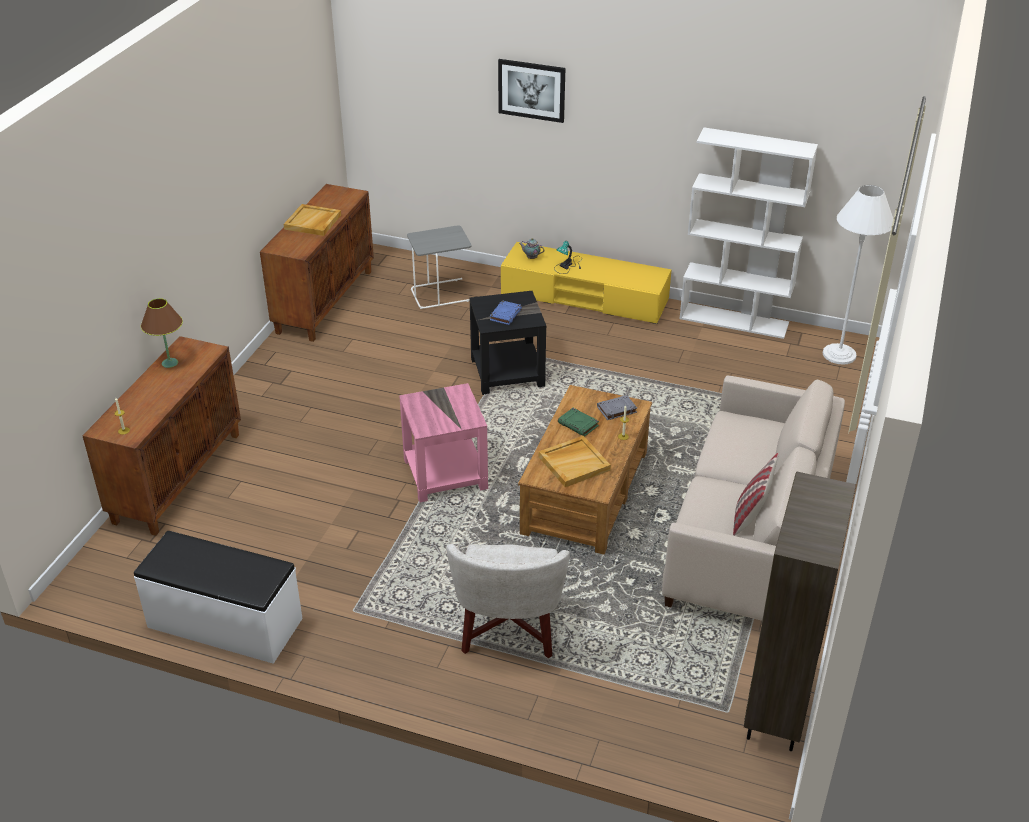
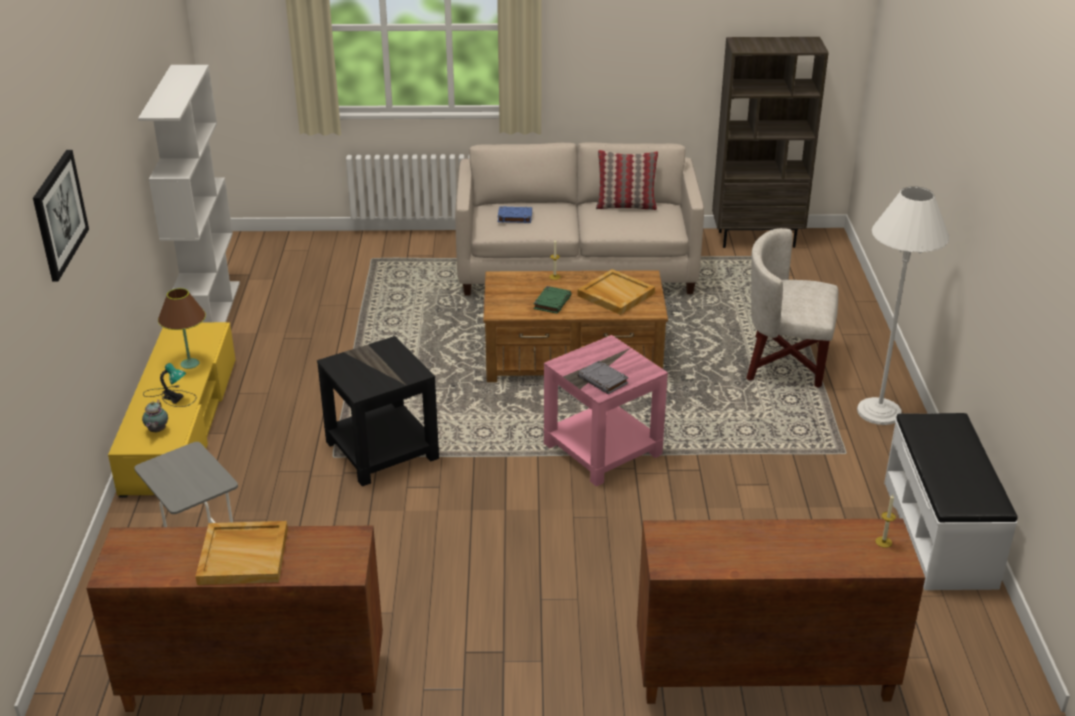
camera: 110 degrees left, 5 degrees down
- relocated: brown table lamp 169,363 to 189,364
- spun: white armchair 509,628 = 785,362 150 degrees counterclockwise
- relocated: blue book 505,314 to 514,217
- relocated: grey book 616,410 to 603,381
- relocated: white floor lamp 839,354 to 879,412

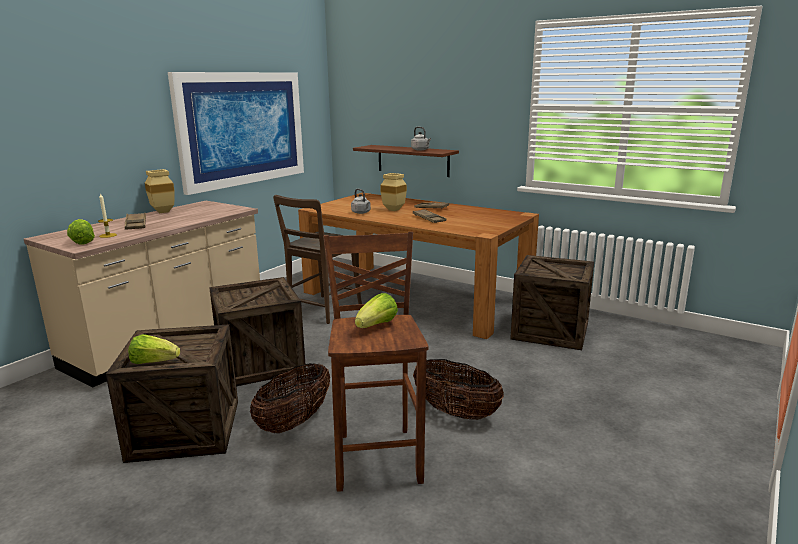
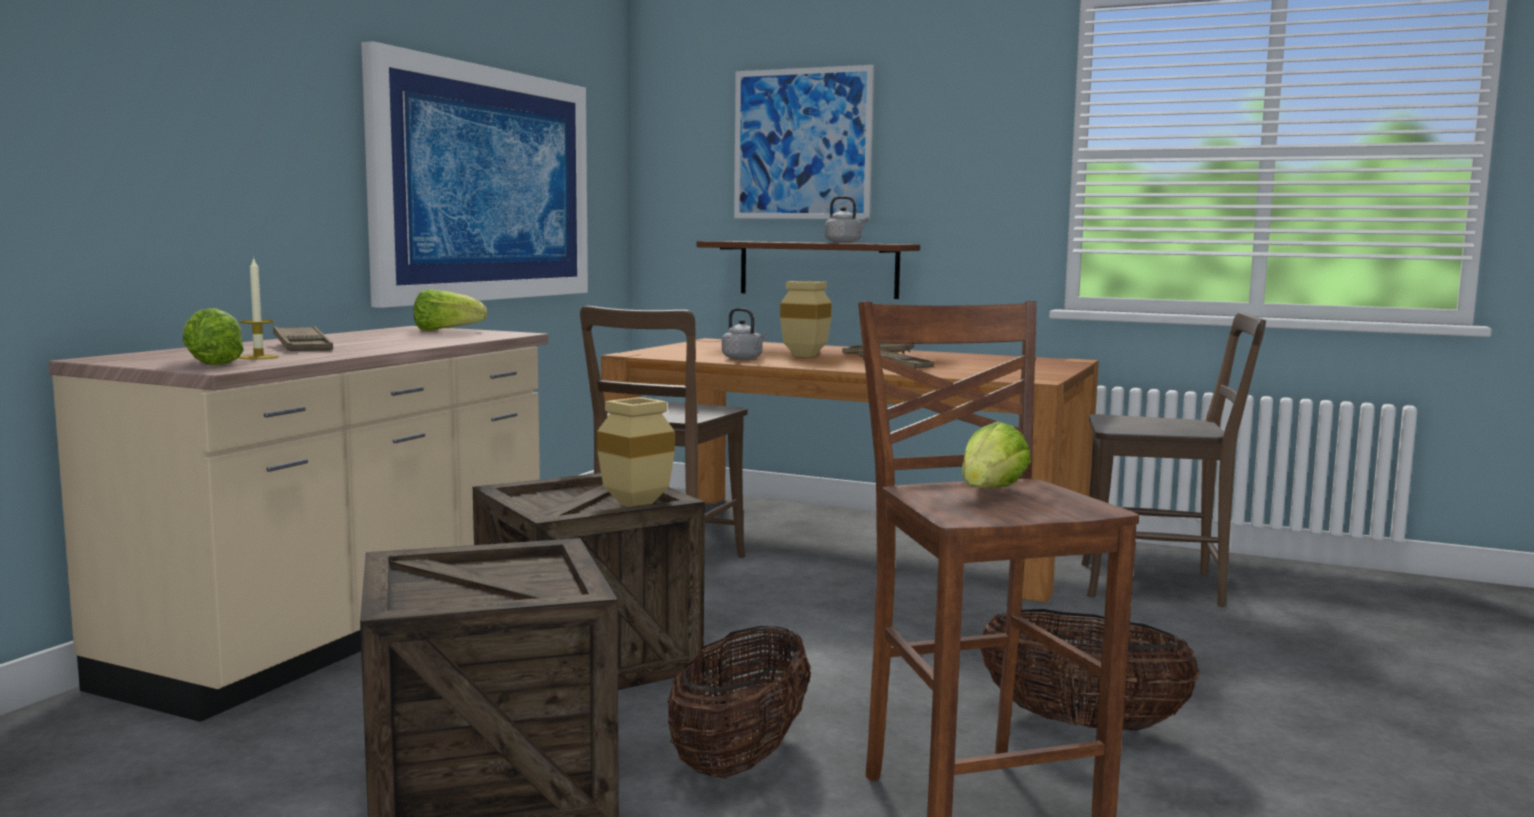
camera: 10 degrees left, 10 degrees down
- relocated: lettuce 154,362 to 446,331
- relocated: beige vase 164,211 to 637,504
- exchanged: crate 550,331 to brown chair 1160,585
- appeared: picture 802,144

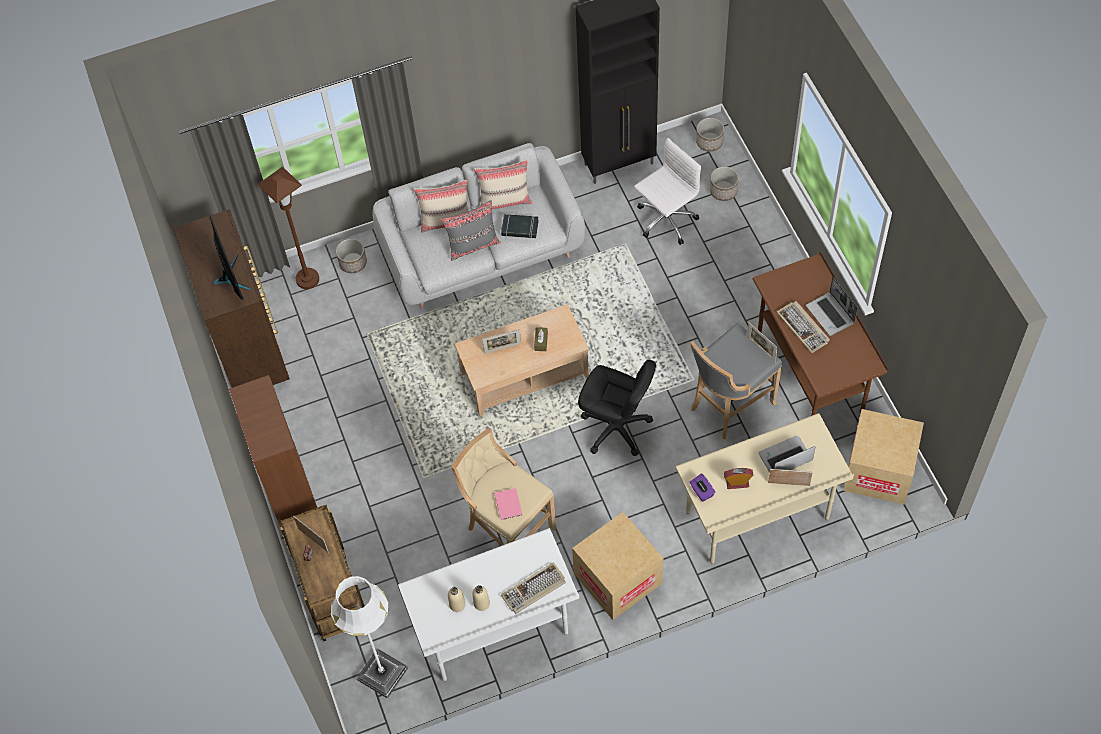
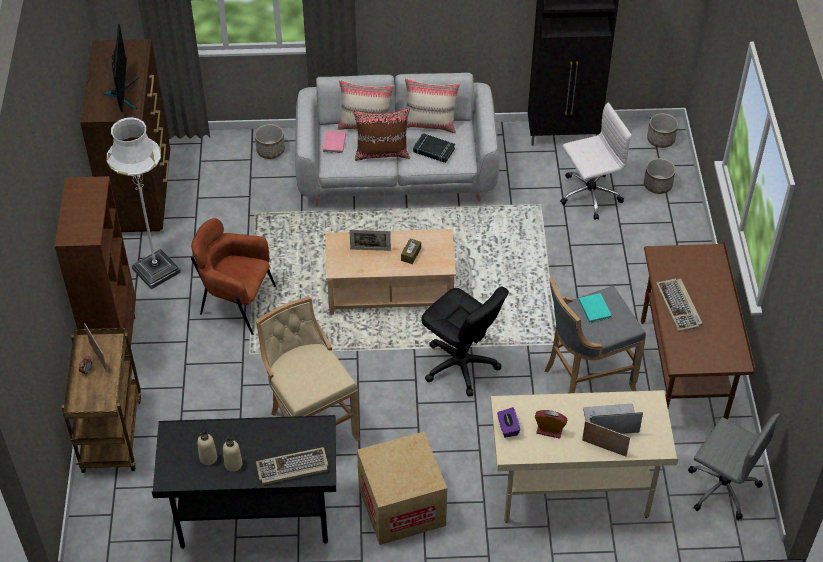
camera: 15 degrees right, 10 degrees down
- missing: brown floor lamp 307,279
- relocated: white floor lamp 382,673 to 156,270
- colour: white desk 495,631 to black desk 255,517
- colour: grey pillow 473,245 to brown pillow 382,153
- relocated: pink book 508,505 to 333,143
- missing: picture frame 761,349
- missing: laptop 830,315
- exchanged: cardboard box 879,471 to grey office chair 721,487
- appeared: brown armchair 236,303
- appeared: turquoise book 595,308

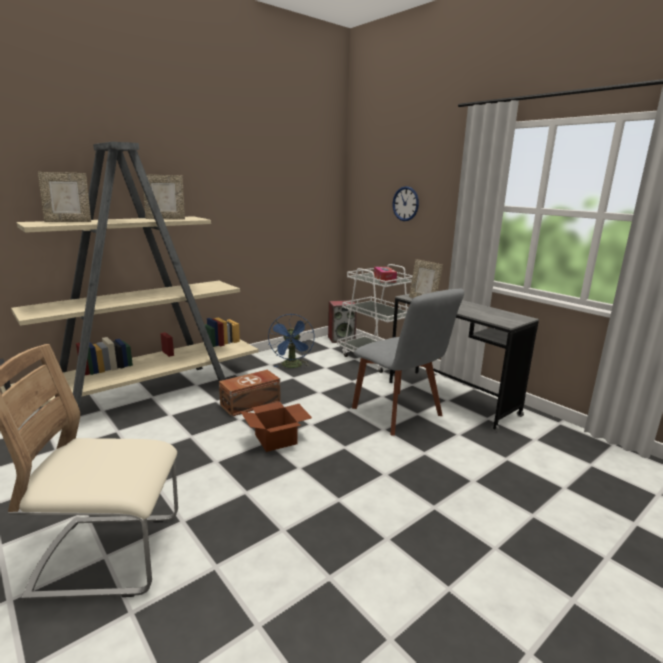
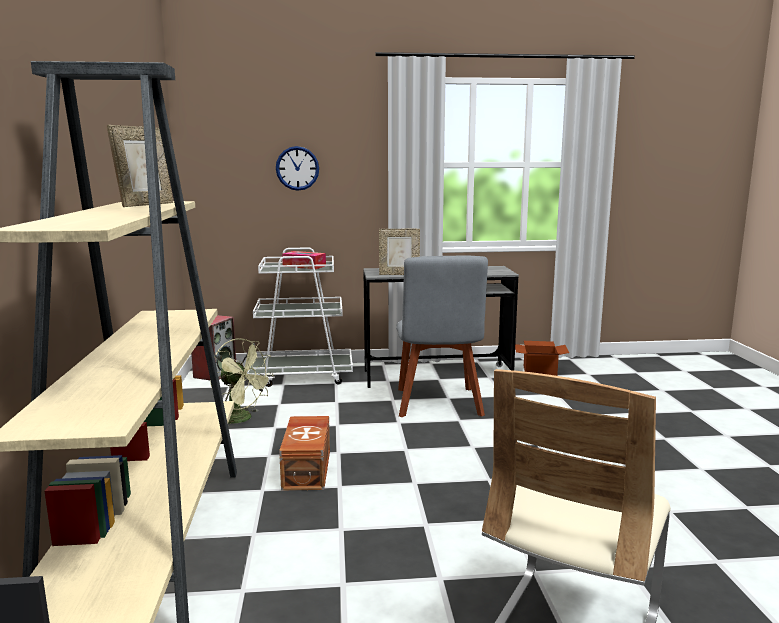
camera: 55 degrees left, 5 degrees down
- missing: picture frame 69,221
- relocated: cardboard box 277,439 to 540,371
- colour: blue fan 292,366 to green fan 242,419
- spun: grey chair 399,414 = 438,404 90 degrees clockwise

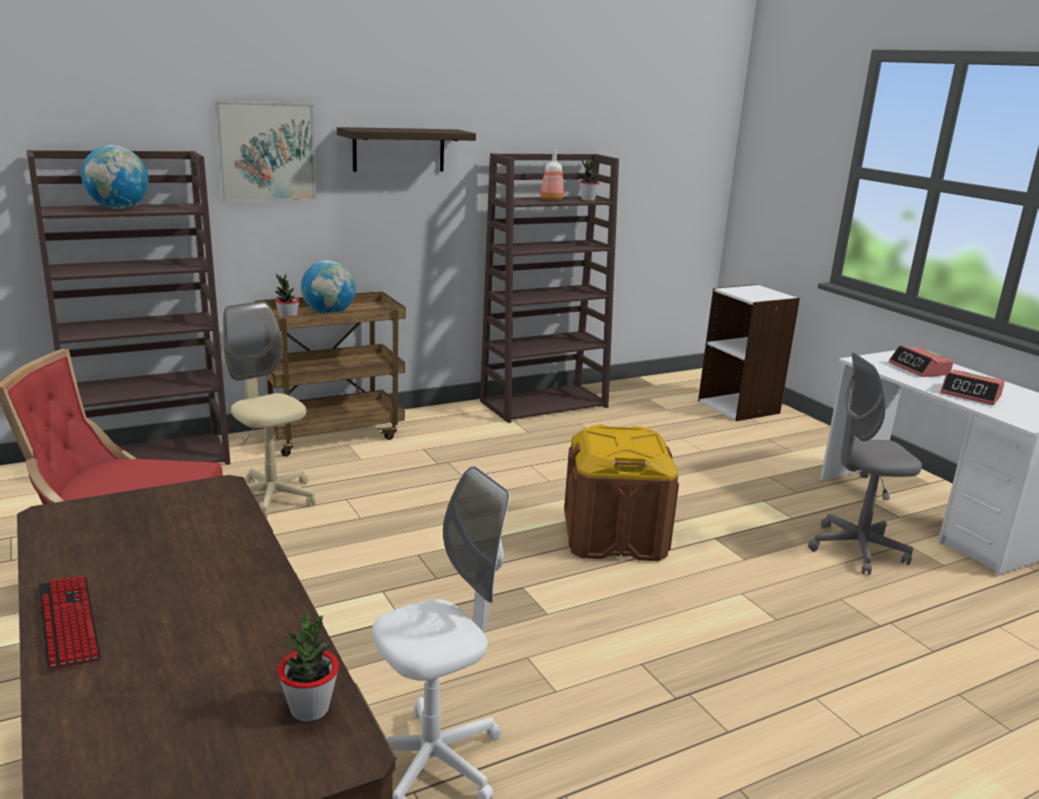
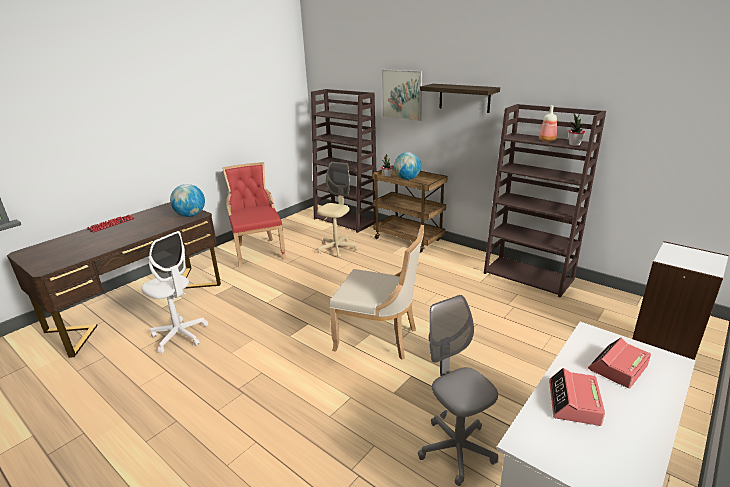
camera: 70 degrees right, 5 degrees up
- relocated: globe 118,208 to 191,215
- missing: potted plant 309,709
- exchanged: brown storage box 614,536 to beige chair 379,338

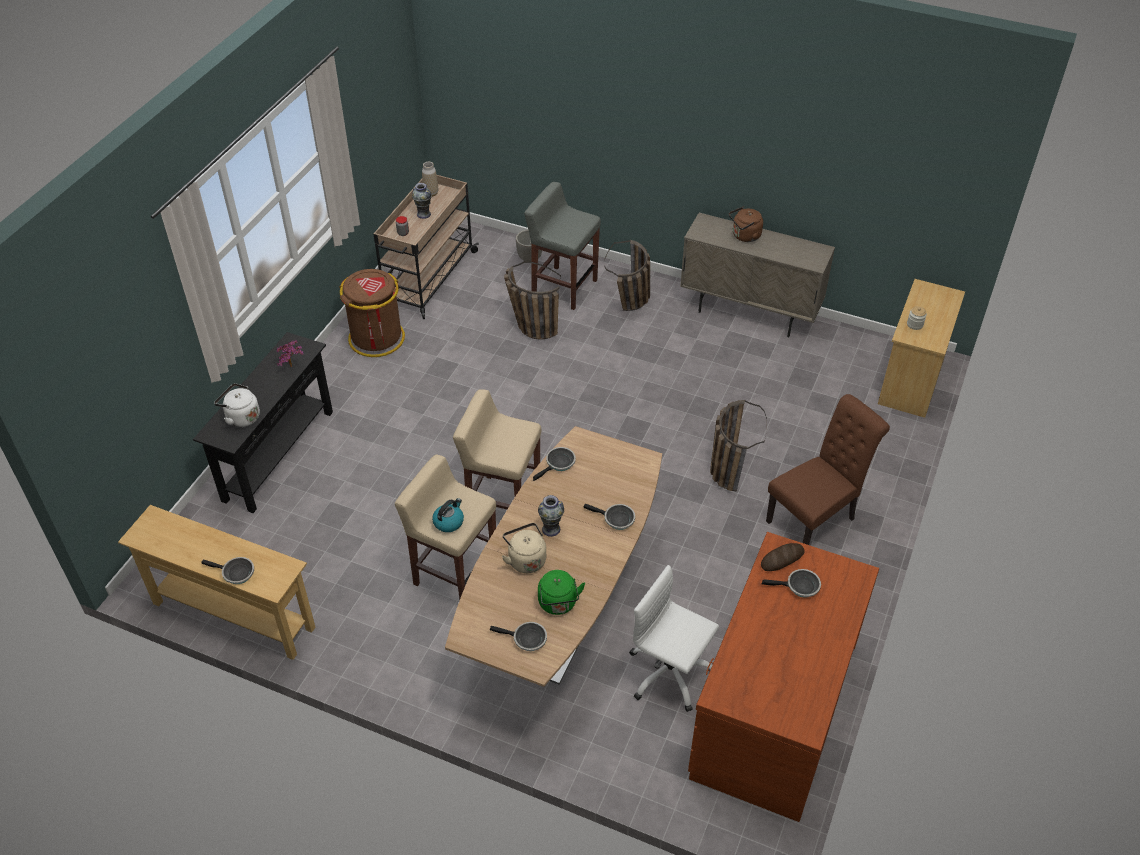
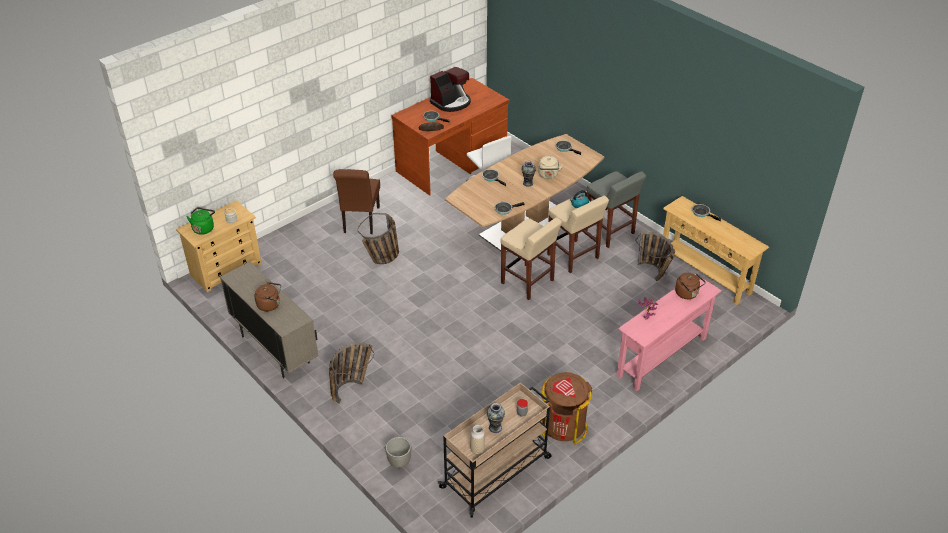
camera: 155 degrees left, 5 degrees down
- colour: black console table 278,455 to pink console table 662,357
- colour: white kettle 241,417 to brown kettle 687,294
- relocated: basket 529,326 to 654,275
- relocated: grey stool 563,287 to 609,232
- relocated: green kettle 558,604 to 204,228
- spun: brown chair 815,518 = 360,222 75 degrees counterclockwise
- appeared: coffee machine 451,102

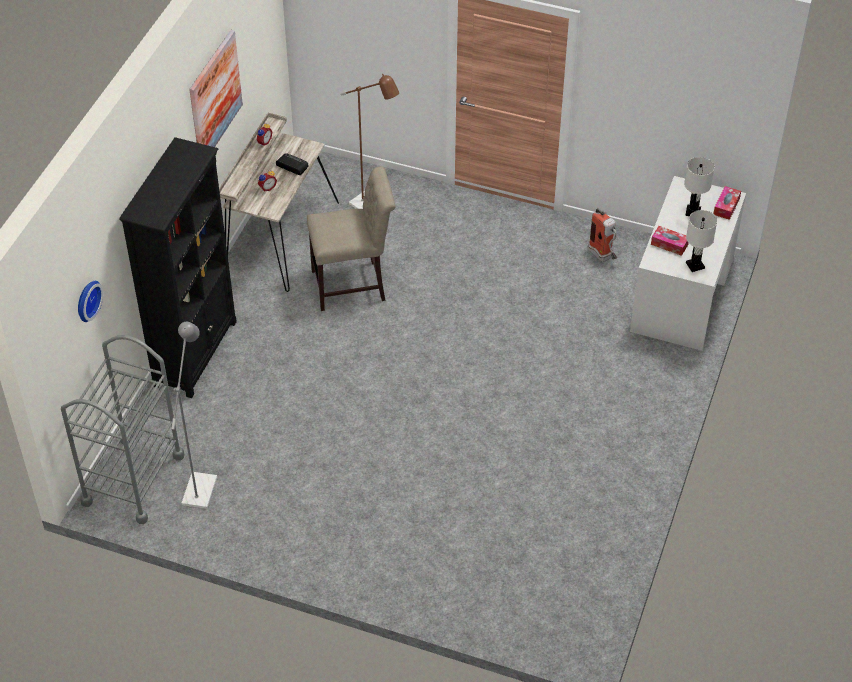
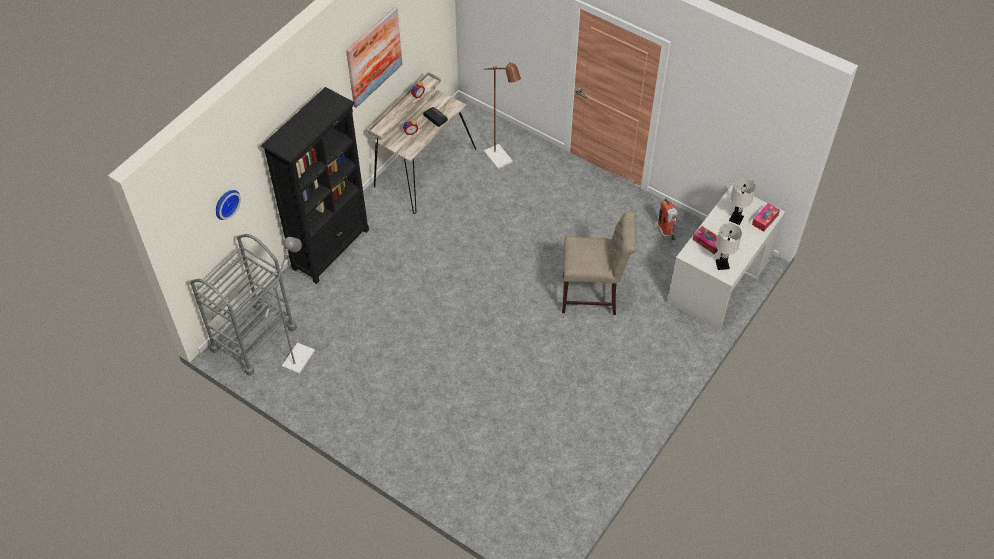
camera: 15 degrees right, 5 degrees up
- relocated: beige chair 353,285 to 593,296

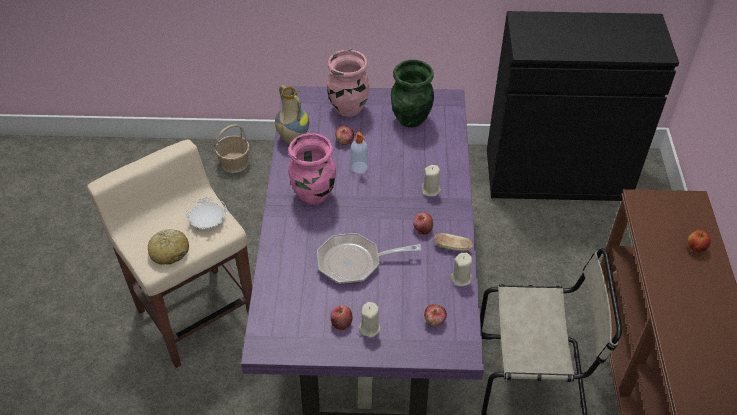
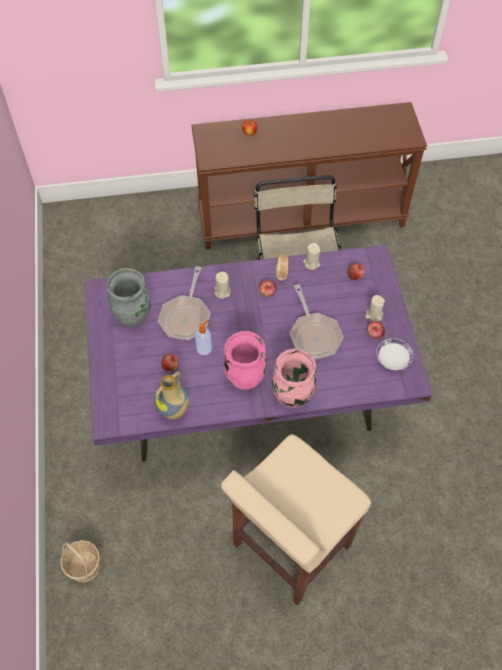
camera: 100 degrees left, 10 degrees up
- missing: bread 170,251
- relocated: white plate 208,221 to 393,360
- relocated: pink vase 348,109 to 292,397
- colour: green vase 411,119 to grey vase 133,316
- missing: black cabinet 556,174
- appeared: frying pan 186,316

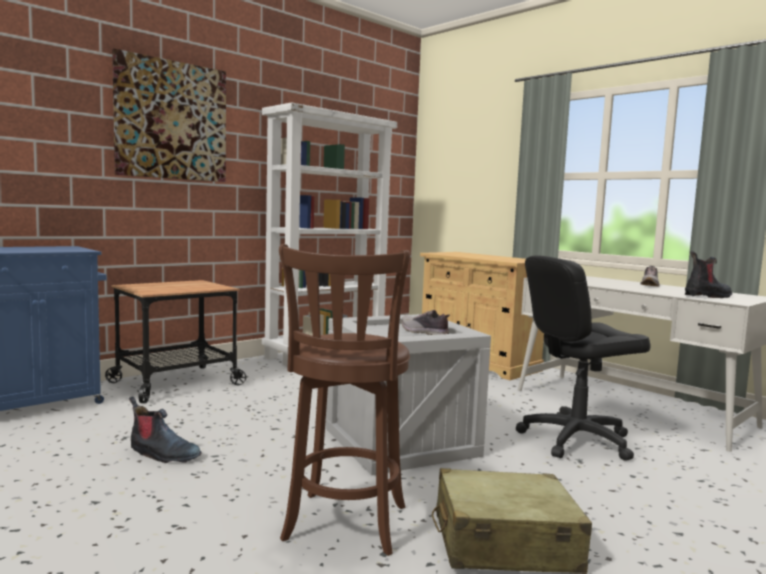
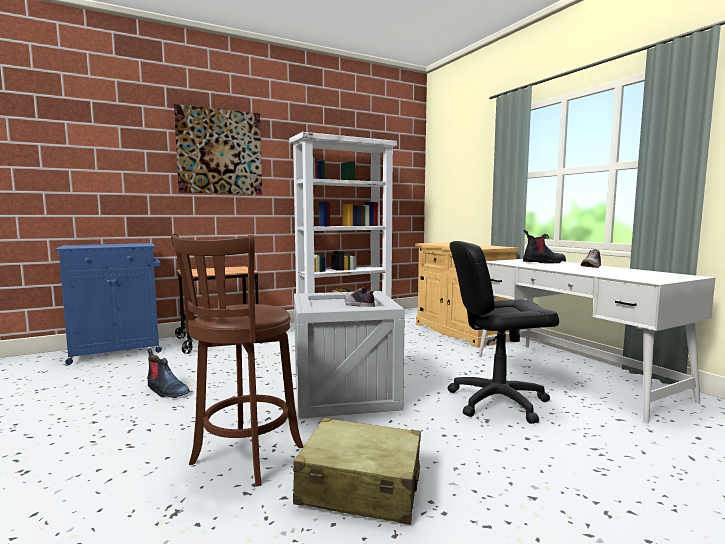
camera: 15 degrees right, 0 degrees up
- relocated: boot 708,296 to 544,262

